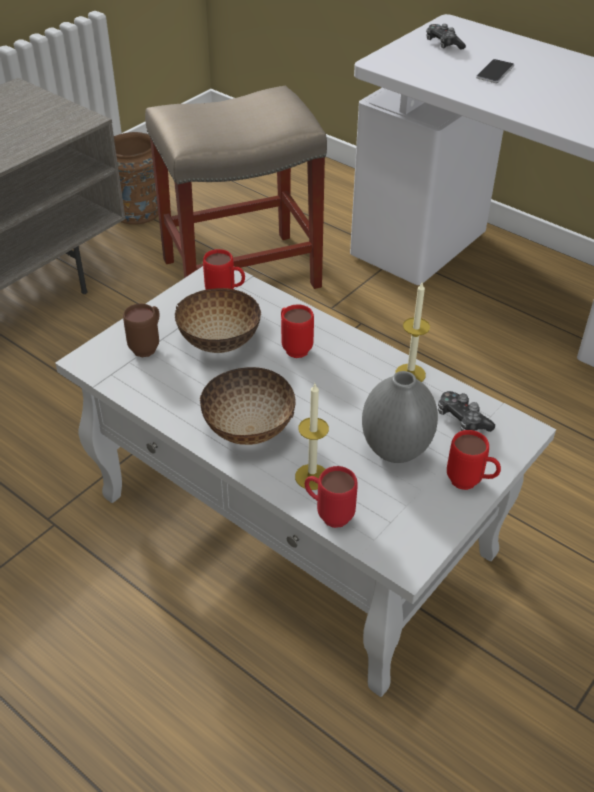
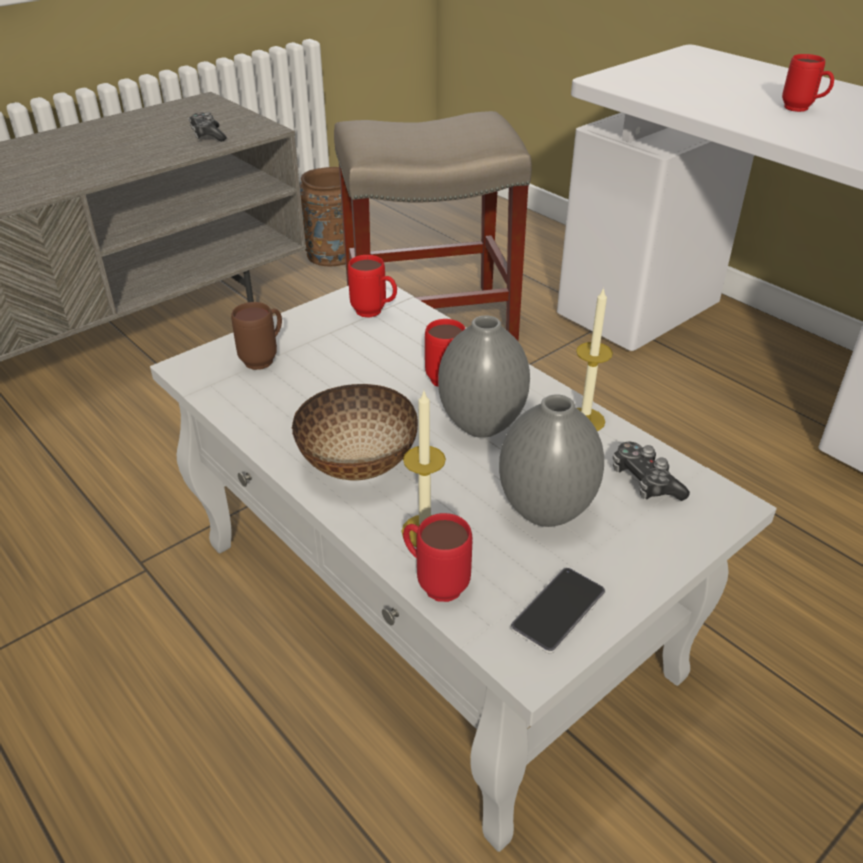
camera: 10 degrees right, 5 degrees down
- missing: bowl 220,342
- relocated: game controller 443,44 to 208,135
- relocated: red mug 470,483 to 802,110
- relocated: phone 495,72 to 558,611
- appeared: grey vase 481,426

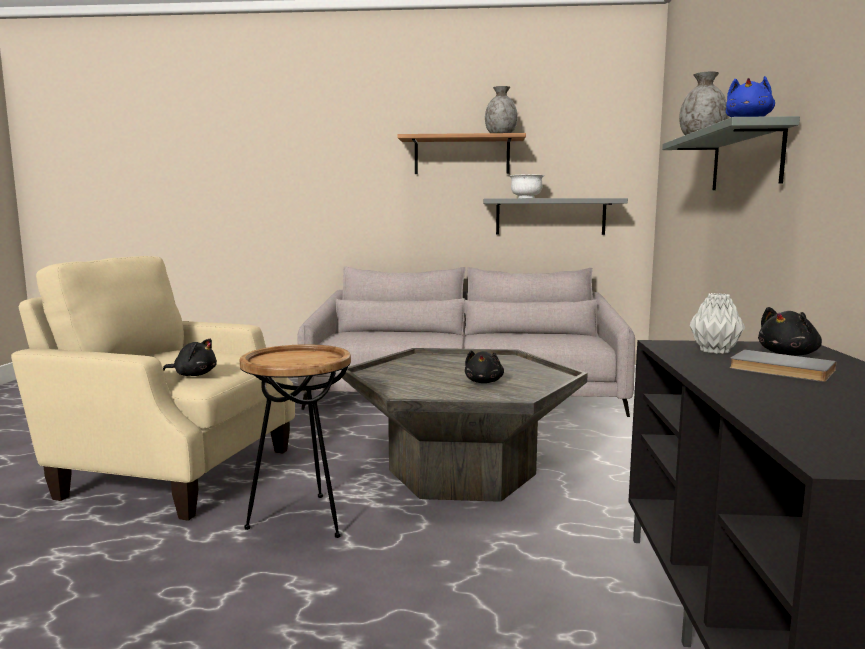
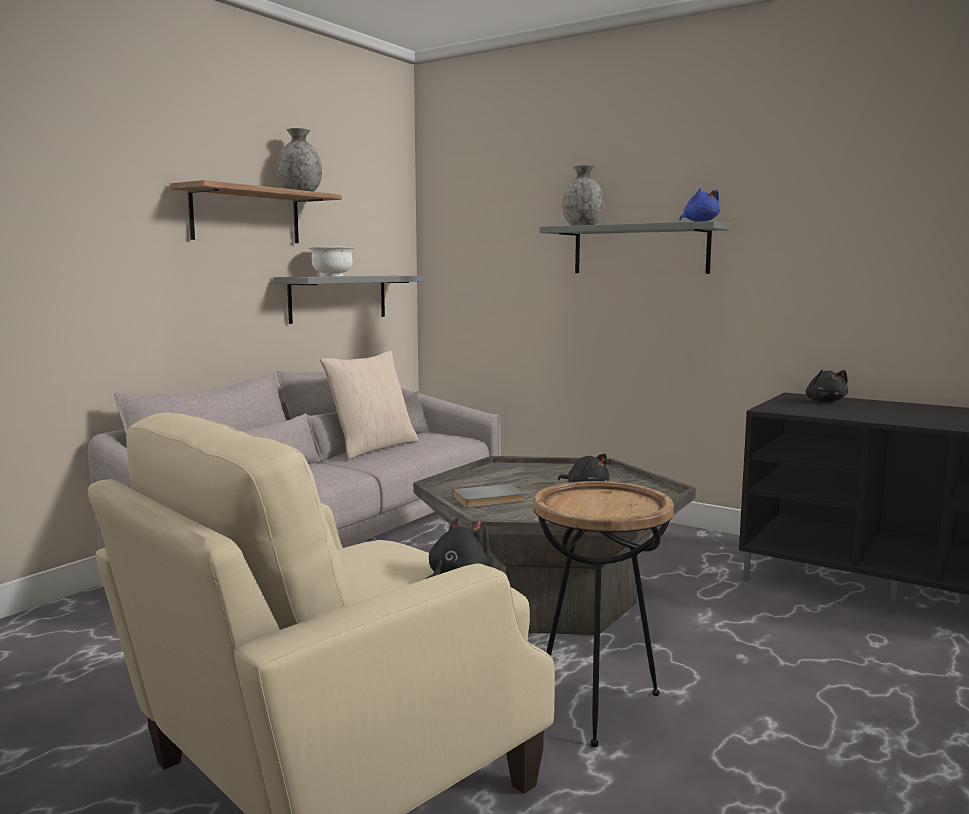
camera: 60 degrees left, 0 degrees up
- missing: grey vase 714,351
- relocated: grey book 780,370 to 489,499
- appeared: beige pillow 372,448

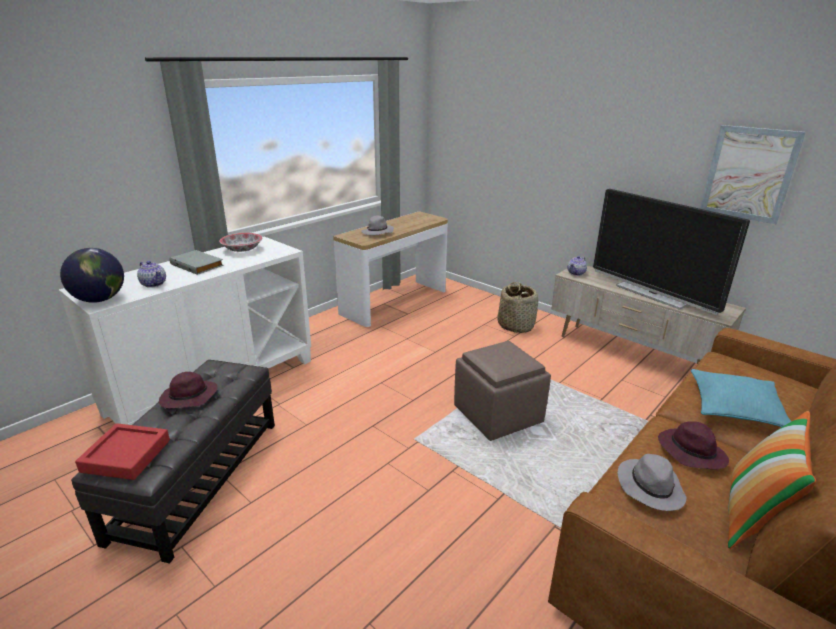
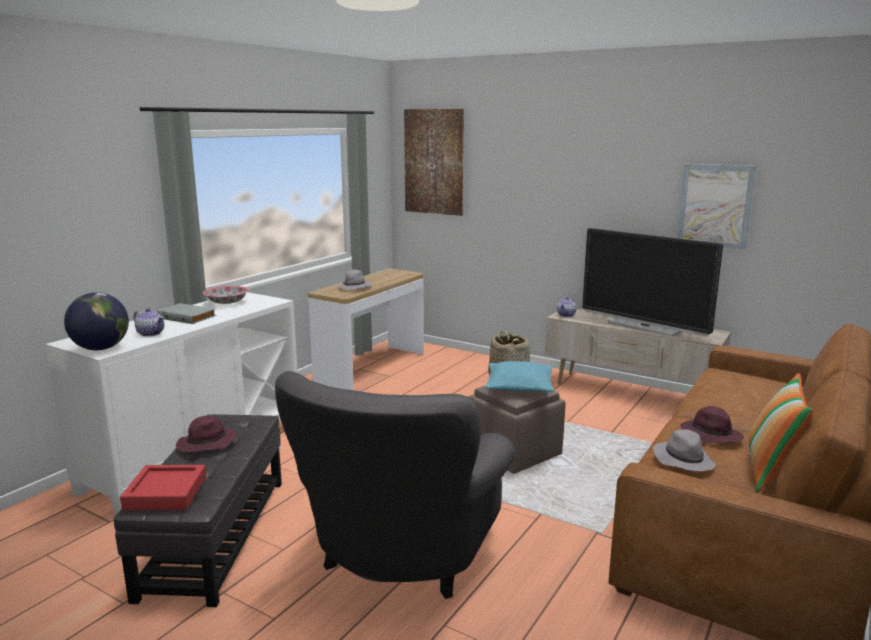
camera: 10 degrees left, 10 degrees down
- relocated: turquoise pillow 735,407 to 519,386
- appeared: grey armchair 400,559
- appeared: picture 434,162

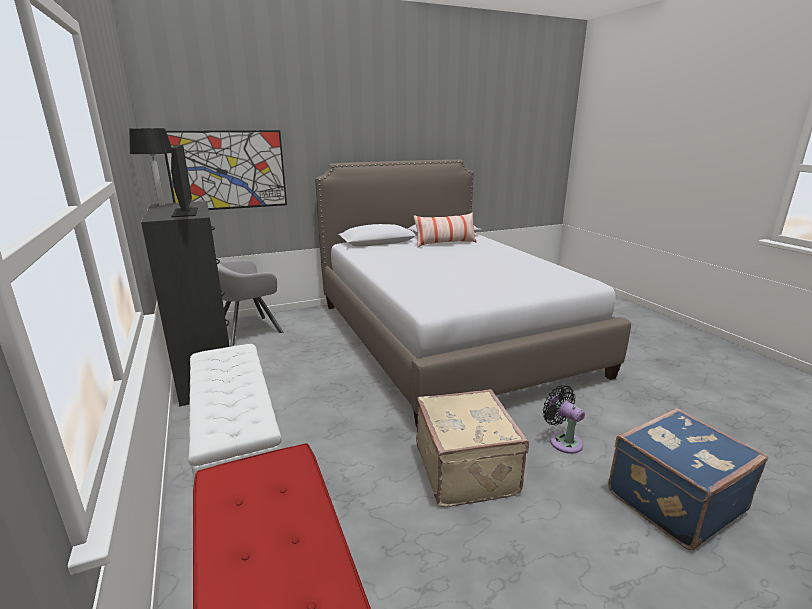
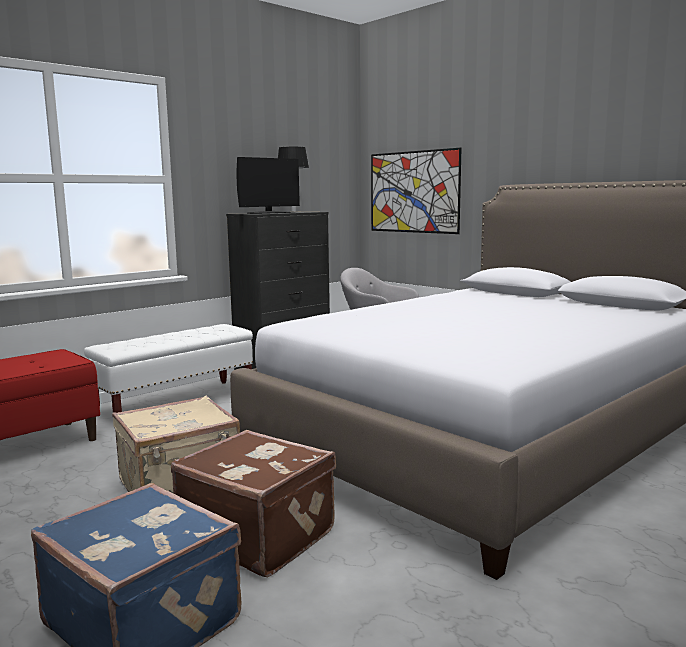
camera: 70 degrees right, 10 degrees down
- missing: pillow 445,243
- exchanged: black fan 563,441 to brown suitcase 258,535

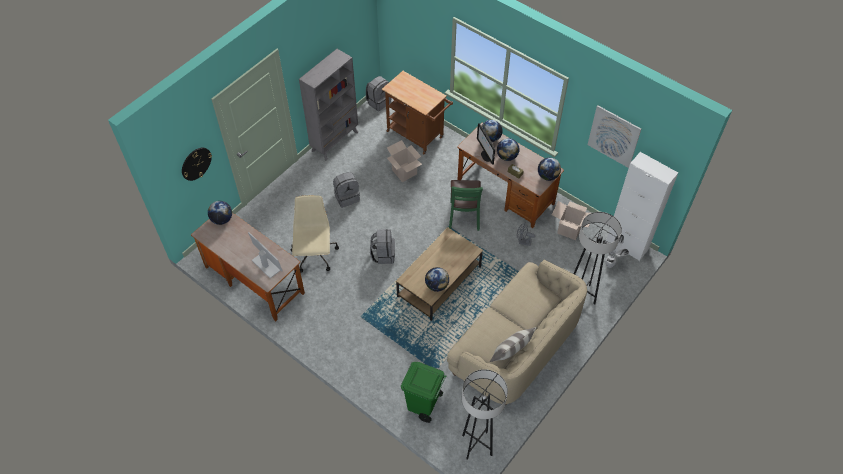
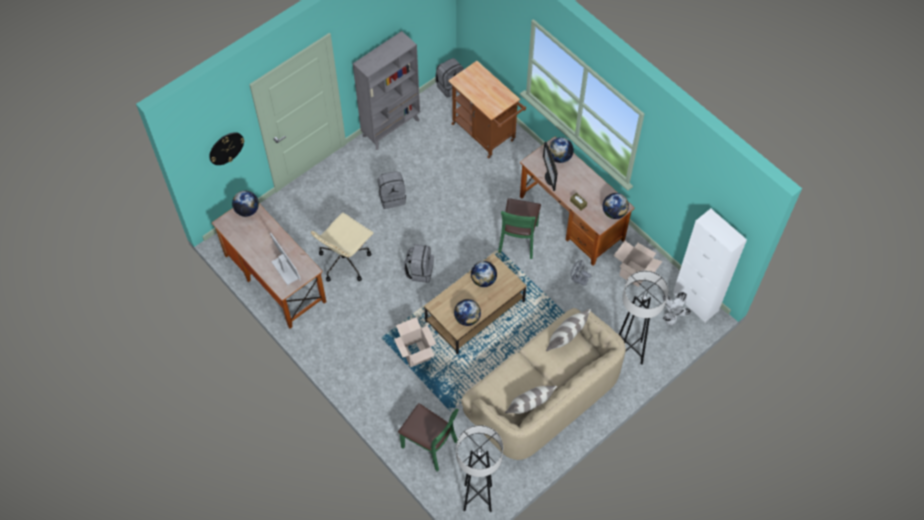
camera: 10 degrees right, 5 degrees up
- spun: beige office chair 315,256 = 345,261 150 degrees counterclockwise
- relocated: cardboard box 404,172 to 416,354
- exchanged: green trash can 423,405 to green chair 430,445
- relocated: globe 507,156 to 483,280
- missing: picture 613,136
- appeared: pillow 566,339

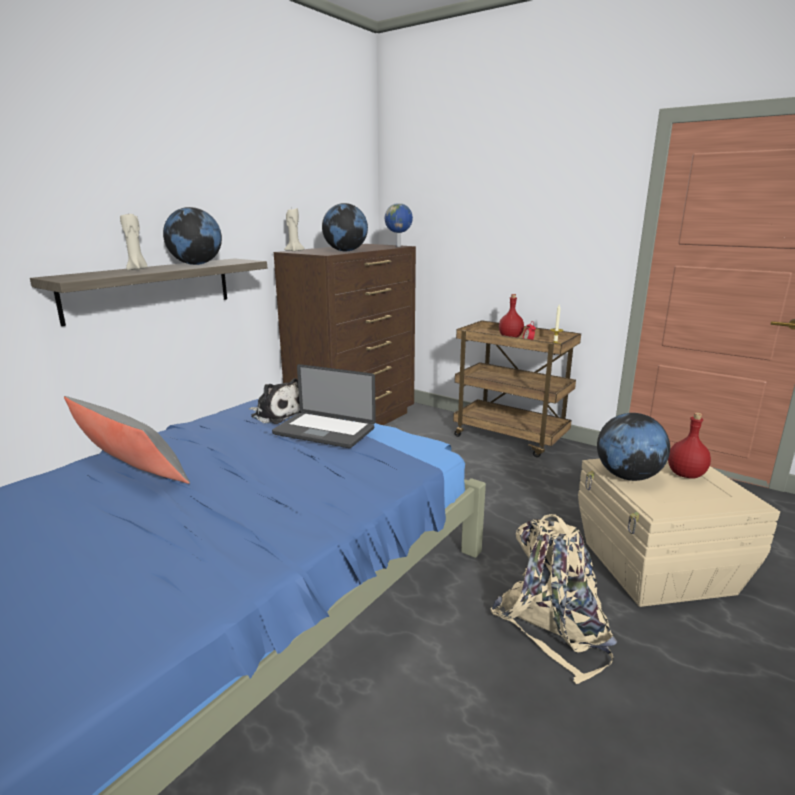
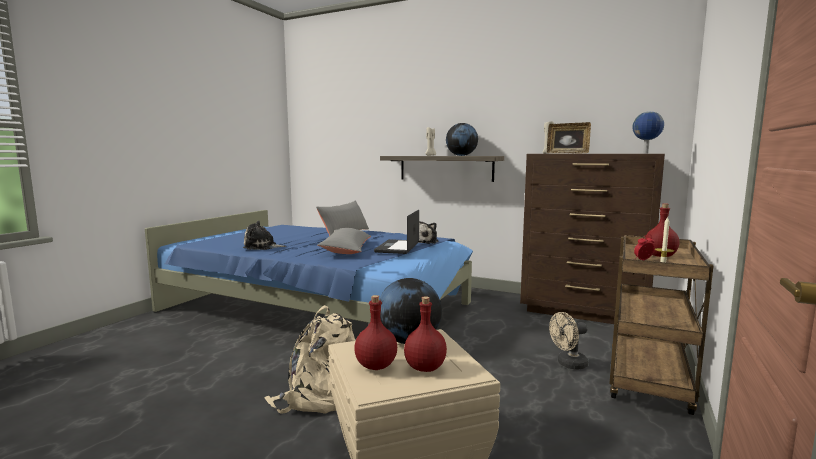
camera: 80 degrees right, 10 degrees down
- exchanged: globe 345,251 to picture frame 567,153
- appeared: plush toy 262,247
- appeared: grey pillow 346,249
- appeared: red bottle 375,366
- appeared: beige fan 568,364

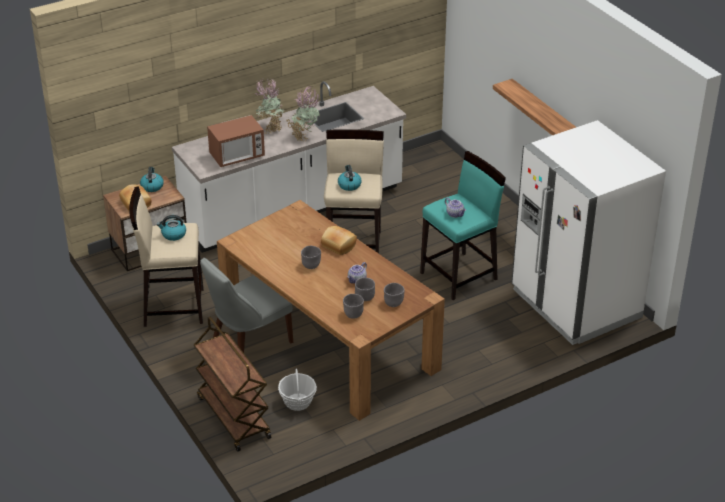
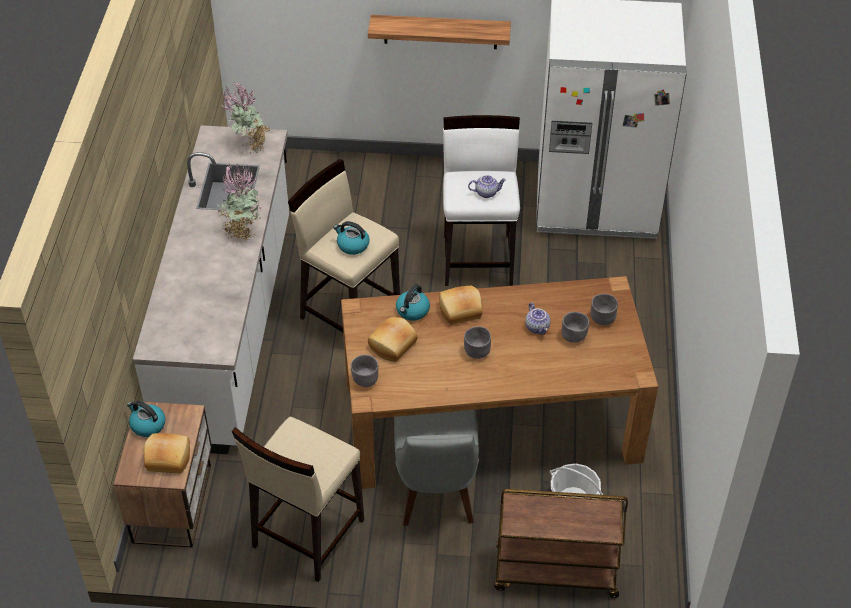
camera: 55 degrees left, 10 degrees up
- relocated: kettle 173,235 to 412,311
- missing: microwave 237,156
- relocated: potted plant 270,128 to 249,145
- relocated: grey bowl 353,314 to 365,381
- colour: turquoise stool 459,276 to white stool 478,259
- appeared: bread 393,345

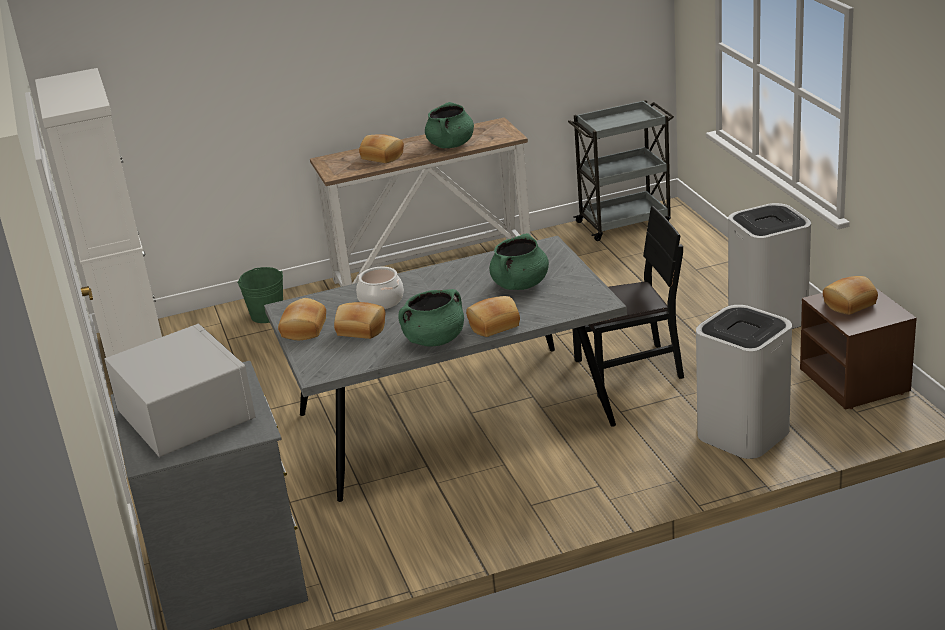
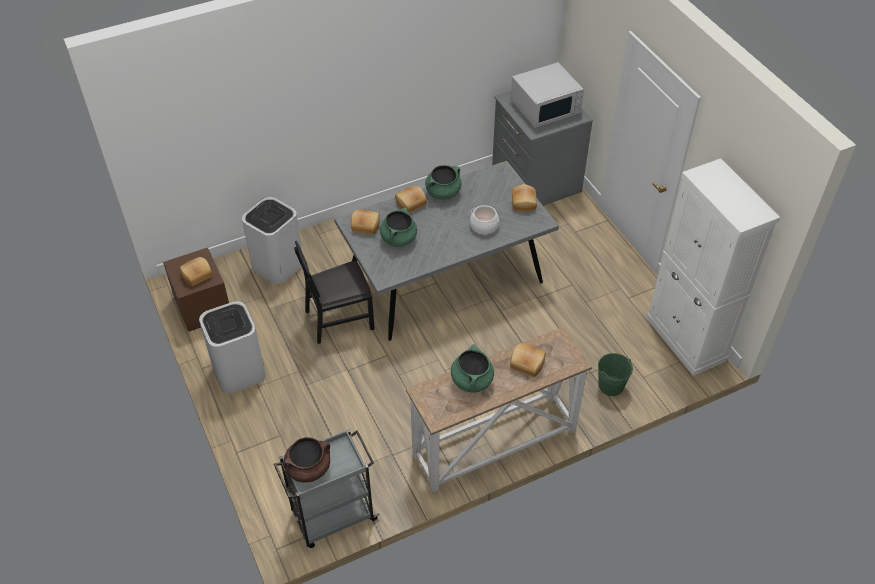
camera: 170 degrees right, 20 degrees up
- spun: white microwave 185,415 = 546,107 75 degrees counterclockwise
- relocated: bread 360,330 to 366,225
- appeared: brown cooking pot 308,468

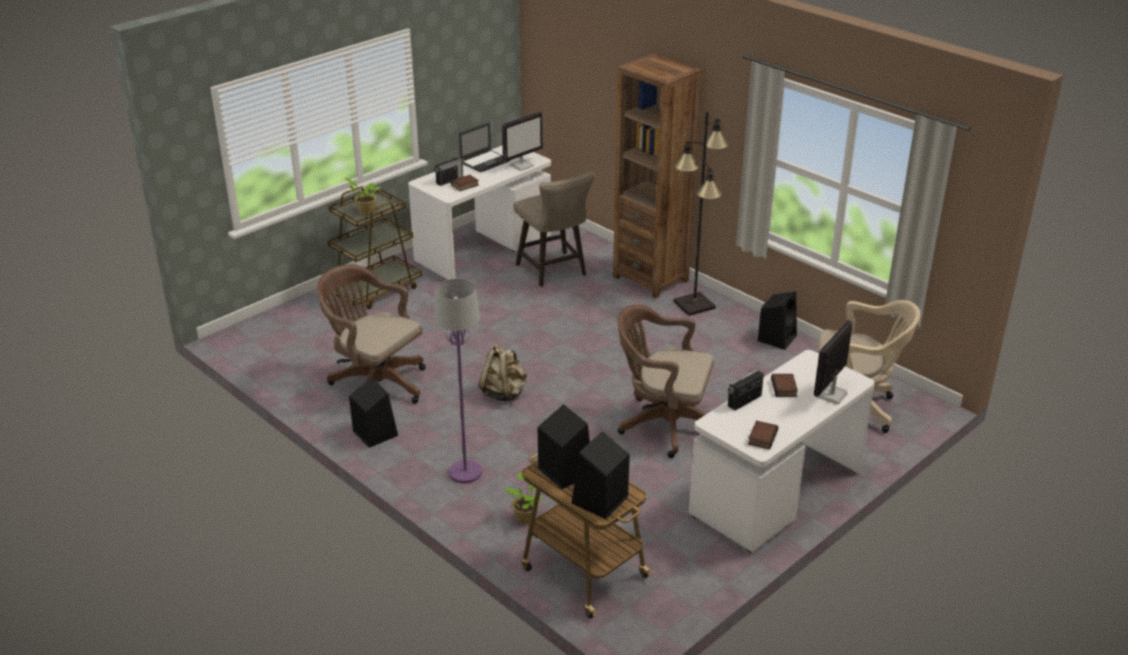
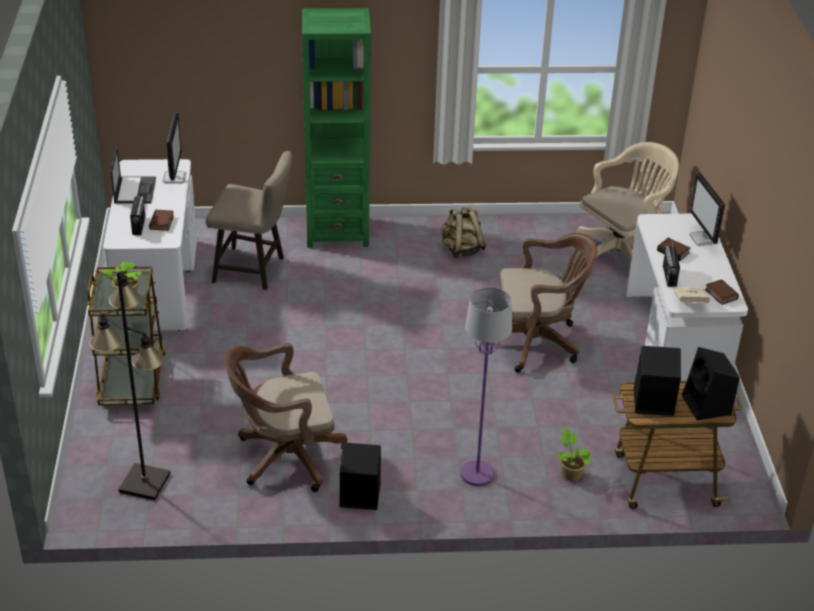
camera: 50 degrees left, 5 degrees up
- relocated: beige backpack 504,393 to 461,249
- colour: brown bookcase 650,278 to green bookcase 337,232
- spun: brown office chair 663,424 = 537,342 150 degrees counterclockwise
- relocated: black floor lamp 695,305 to 145,482
- missing: black speaker 777,337
- appeared: beige book 690,303

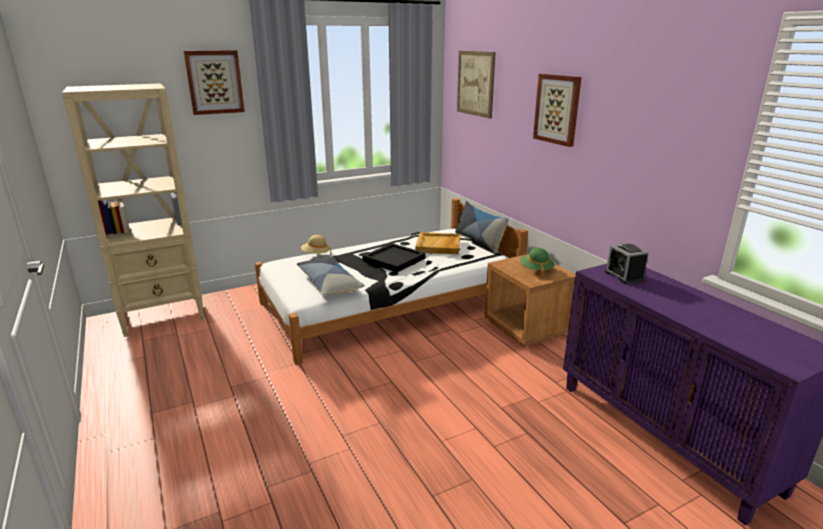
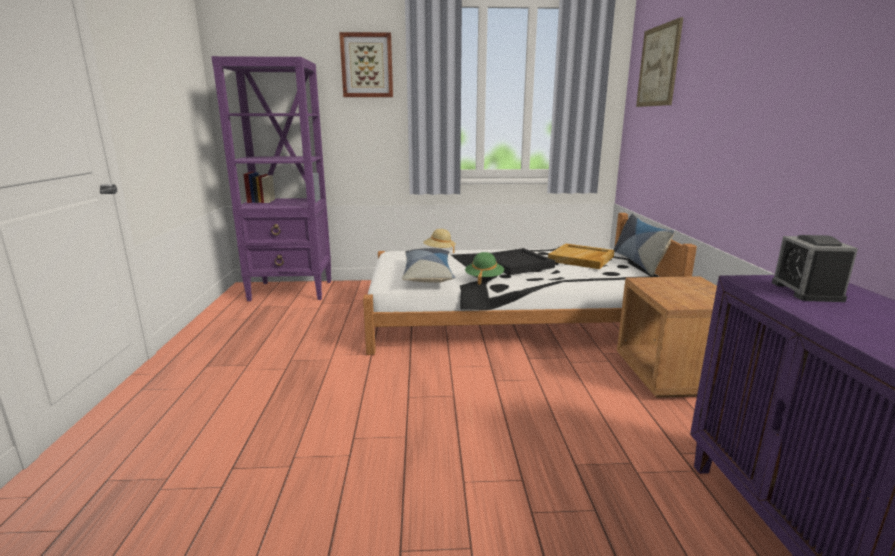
camera: 25 degrees right, 5 degrees down
- colour: beige bookcase 163,315 to purple bookcase 292,291
- relocated: green hat 536,270 to 484,279
- missing: picture 557,109

